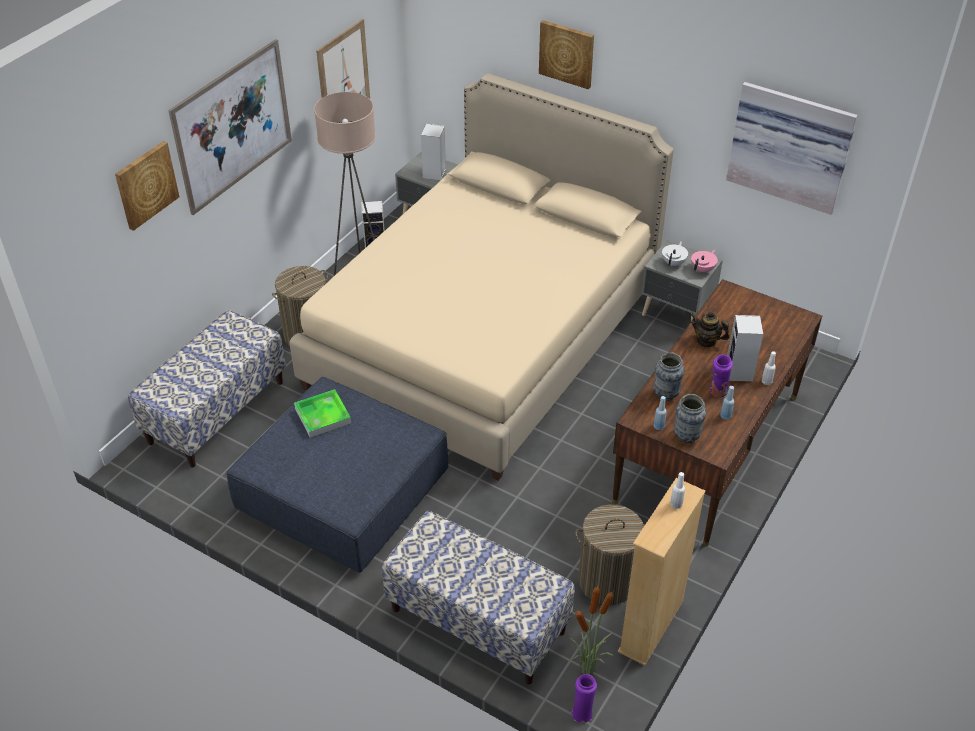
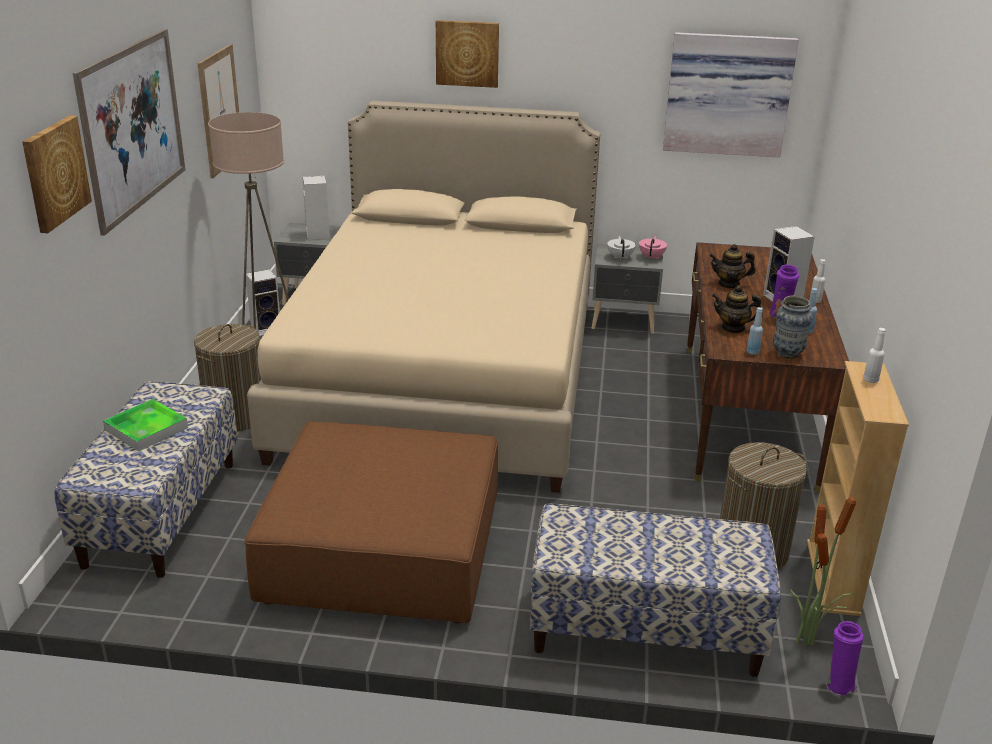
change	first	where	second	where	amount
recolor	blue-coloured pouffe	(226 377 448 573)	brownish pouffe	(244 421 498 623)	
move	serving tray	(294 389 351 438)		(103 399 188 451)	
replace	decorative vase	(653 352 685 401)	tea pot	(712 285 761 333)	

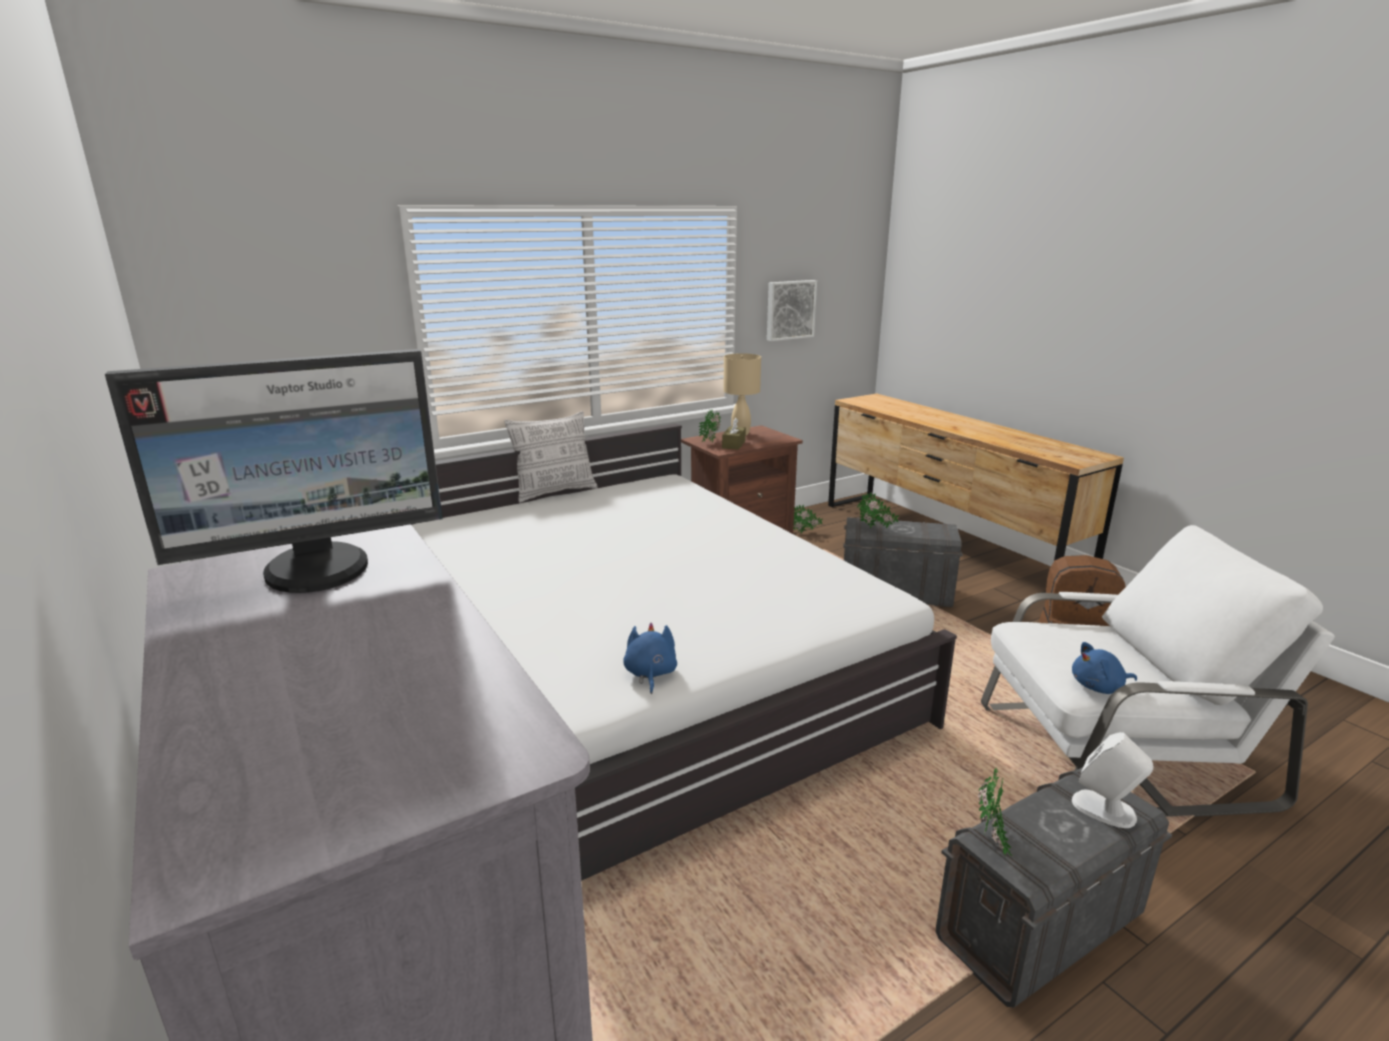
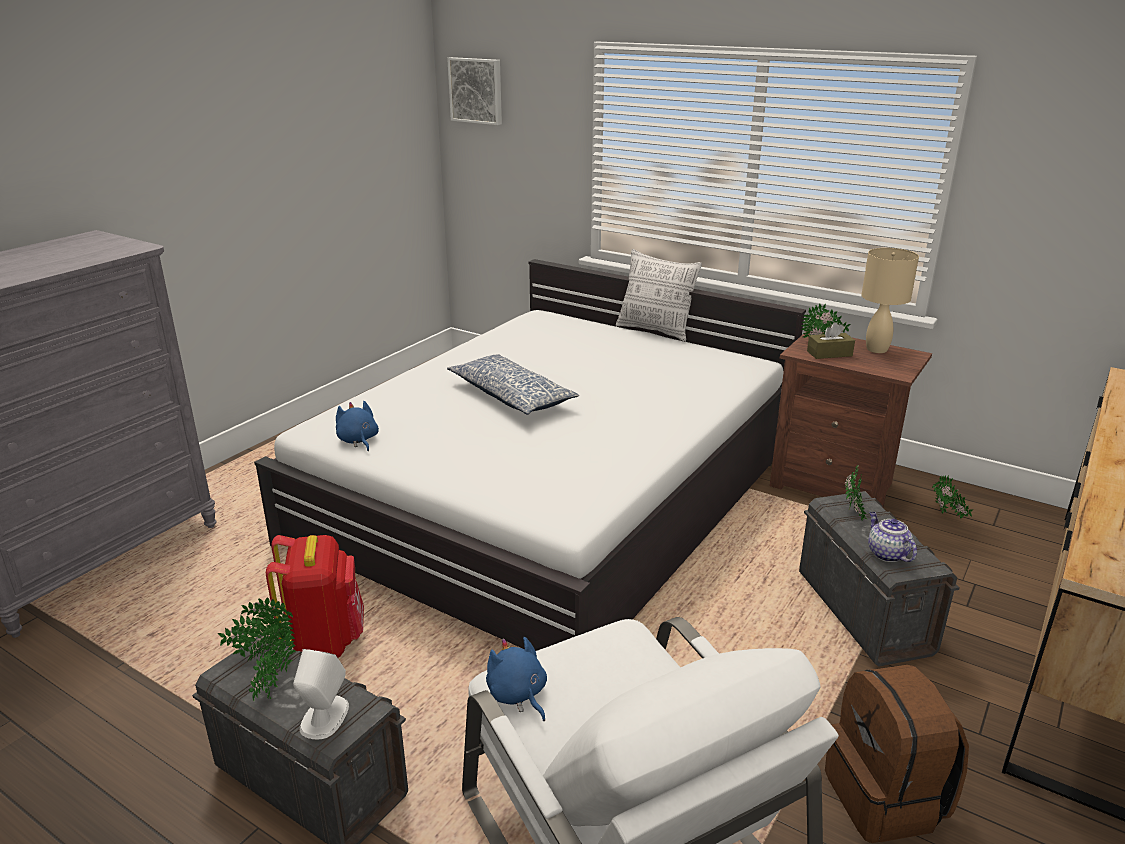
change	first	where	second	where	amount
delete	computer screen	(105 349 443 593)			
rotate	blue-coloured cuddly toy	(623 623 677 694)		(336 401 379 451)	90 degrees counterclockwise
move	wall picture	(767 280 817 341)		(447 57 502 125)	
insert			potted plant	(248 622 296 702)	
insert			red backpack	(266 535 364 658)	
insert			cushion	(447 354 579 415)	
insert			tea pot	(868 512 917 562)	

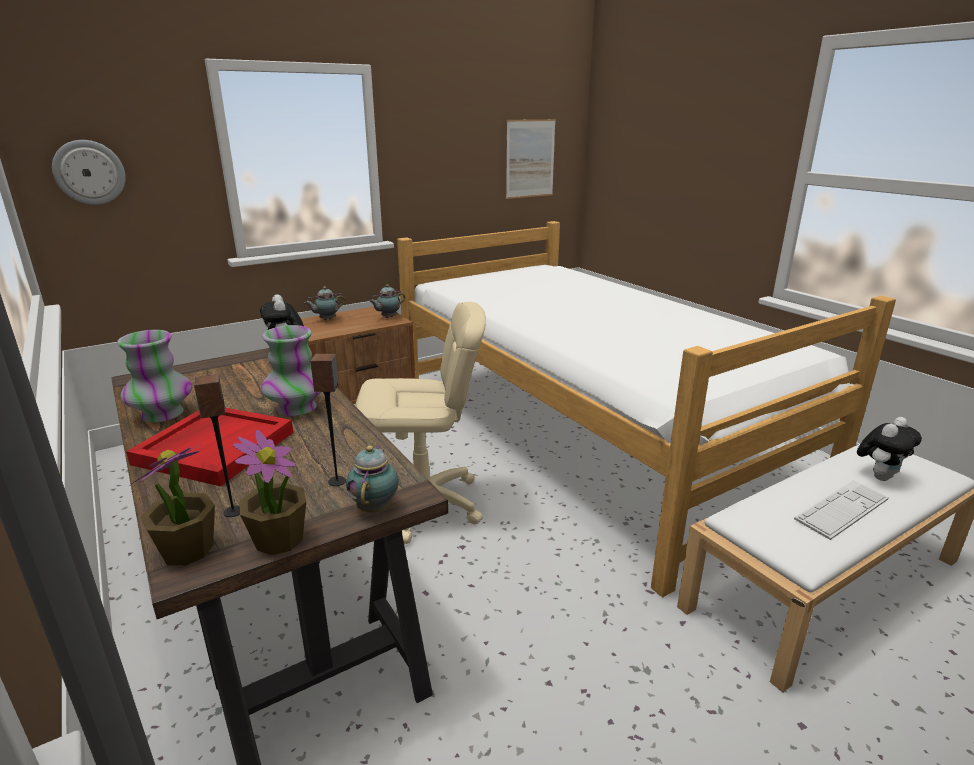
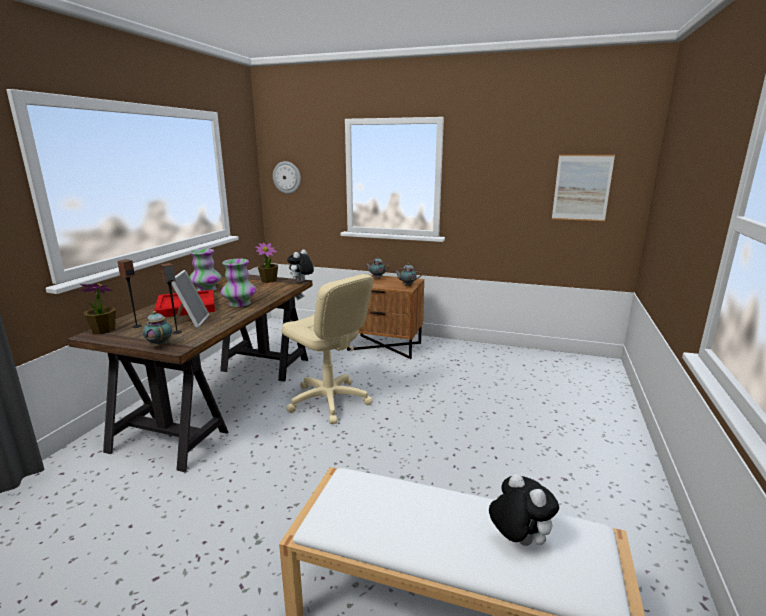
change	first	where	second	where	amount
move	potted plant	(233 430 306 555)		(255 243 278 283)	
rotate	tea pot	(346 446 399 513)		(143 311 172 348)	90 degrees counterclockwise
delete	bed	(397 221 896 598)			
delete	keyboard	(794 480 889 540)			
rotate	cuddly toy	(857 417 922 481)		(489 473 559 546)	135 degrees counterclockwise
insert			picture frame	(171 270 209 328)	

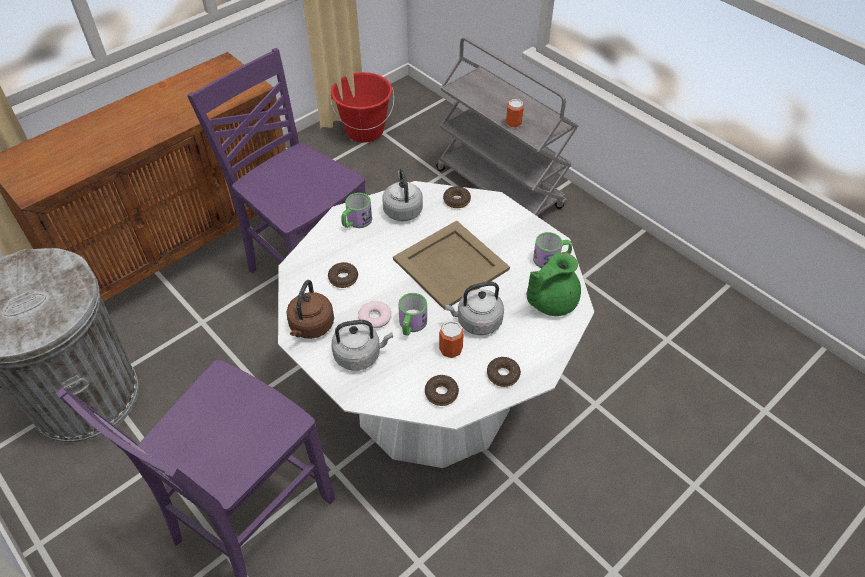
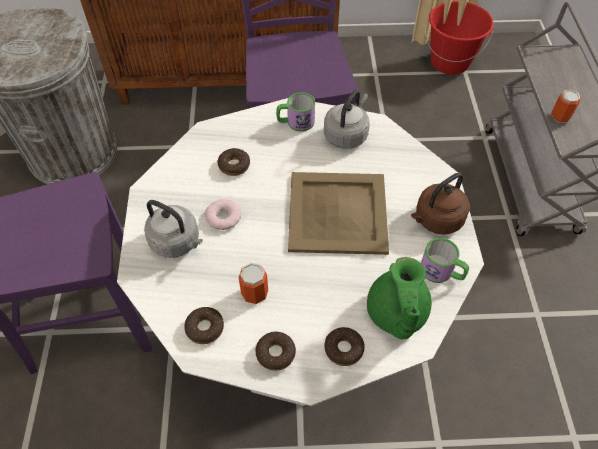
change	first	where	second	where	amount
move	brownish tea kettle	(286 280 334 339)		(411 173 469 235)	
delete	mug	(398 293 427 336)			
move	doughnut	(443 186 471 208)		(324 327 365 366)	
delete	gray tea kettle	(445 282 504 335)			
rotate	green-coloured tea pot	(527 252 581 316)		(367 257 432 339)	90 degrees counterclockwise

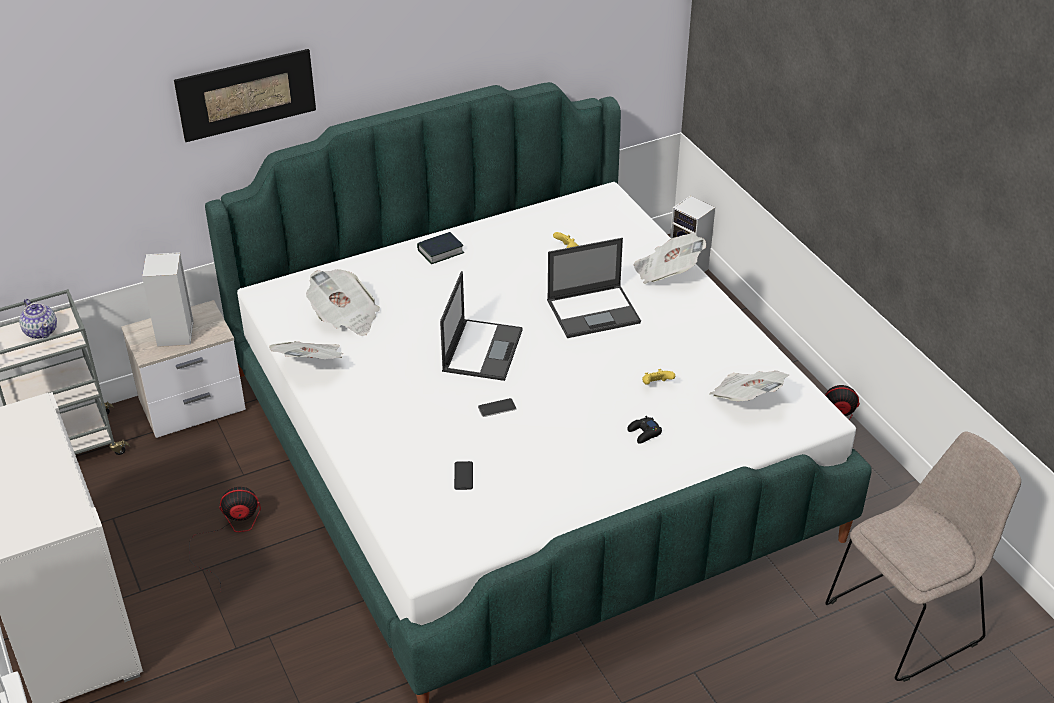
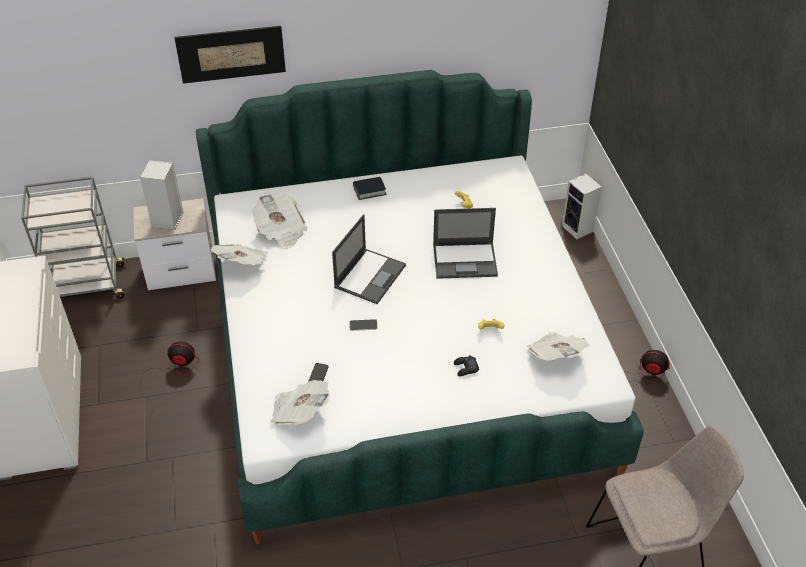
change	first	where	second	where	amount
delete	tea pot	(19 299 57 339)			
move	daily paper	(634 233 706 284)		(271 380 330 425)	

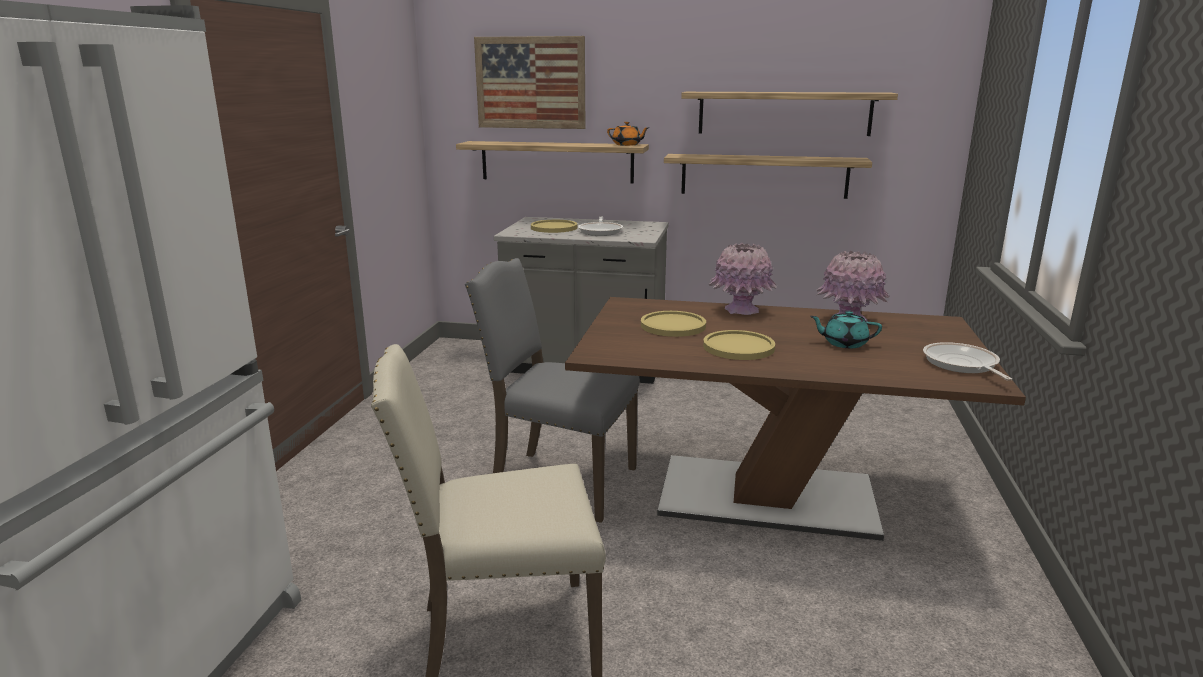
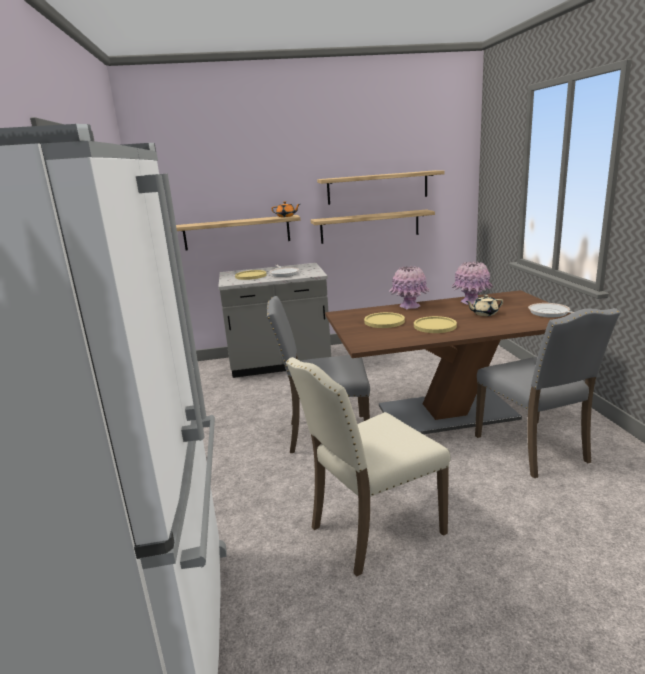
change	first	where	second	where	amount
delete	wall picture	(474 36 585 129)			
recolor	blue-green tea pot	(810 311 882 348)	sand-coloured tea pot	(465 295 503 316)	
insert			gray plain chair	(475 308 621 478)	

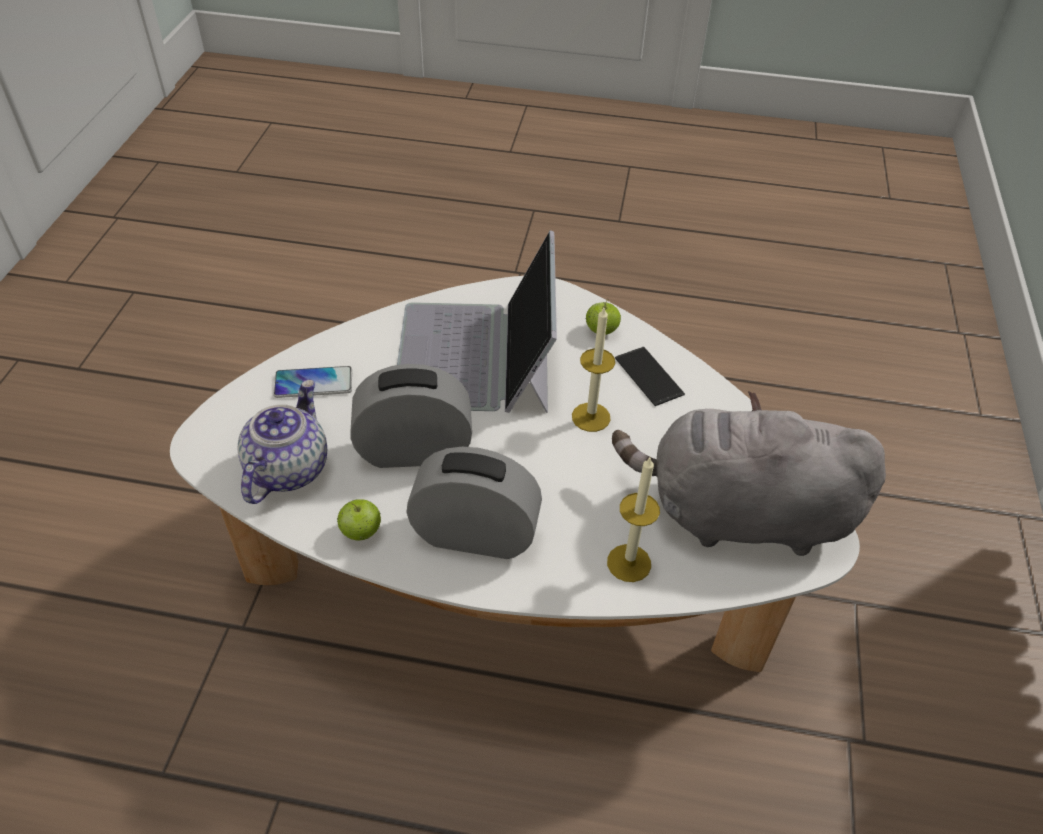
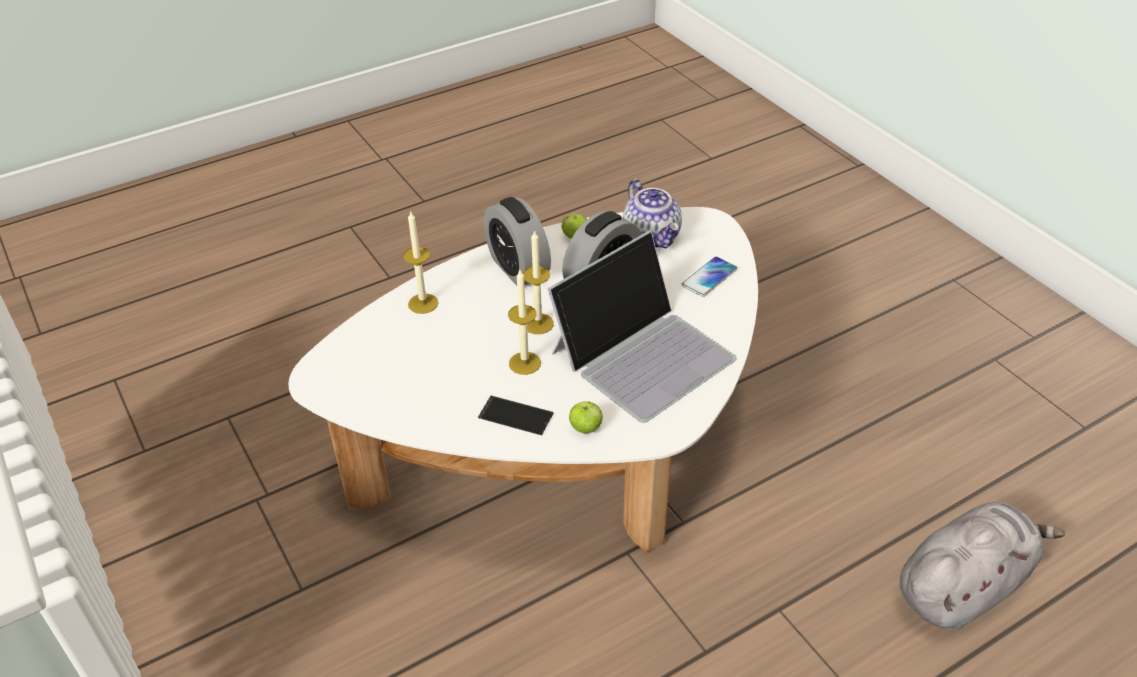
change	first	where	second	where	amount
rotate	portable computer	(397 230 557 413)		(547 231 736 423)	90 degrees clockwise
rotate	bedside clock	(406 447 542 559)		(484 197 551 286)	90 degrees clockwise
move	gray cuddly toy	(612 391 886 556)		(900 502 1065 629)	
insert			candle	(523 230 554 334)	

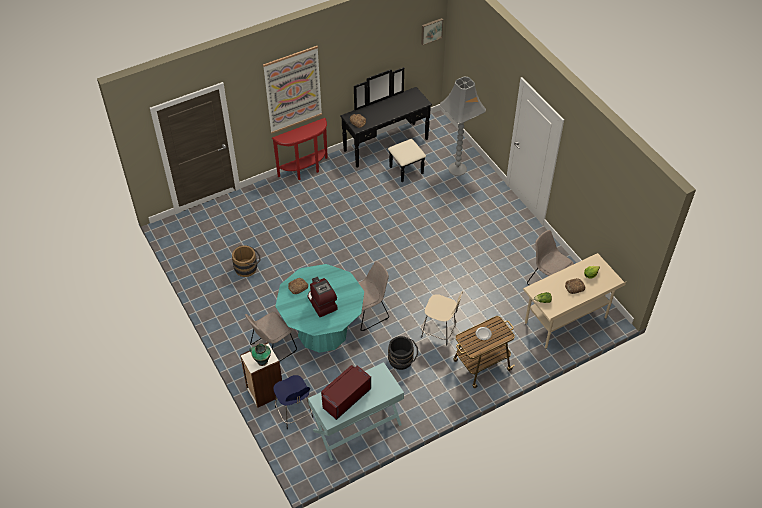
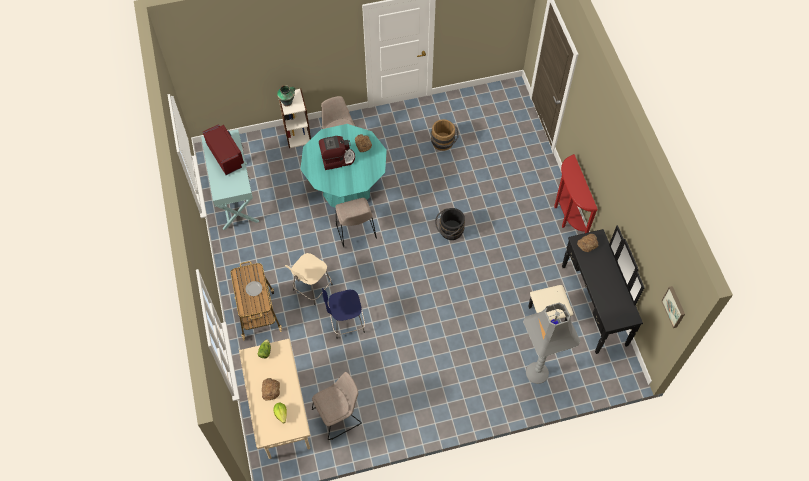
change	first	where	second	where	amount
delete	wall picture	(263 46 322 133)			
move	blue-coloured stool seat	(273 375 313 429)		(322 288 365 339)	
move	blackish water bucket	(388 336 418 370)		(435 208 465 240)	

